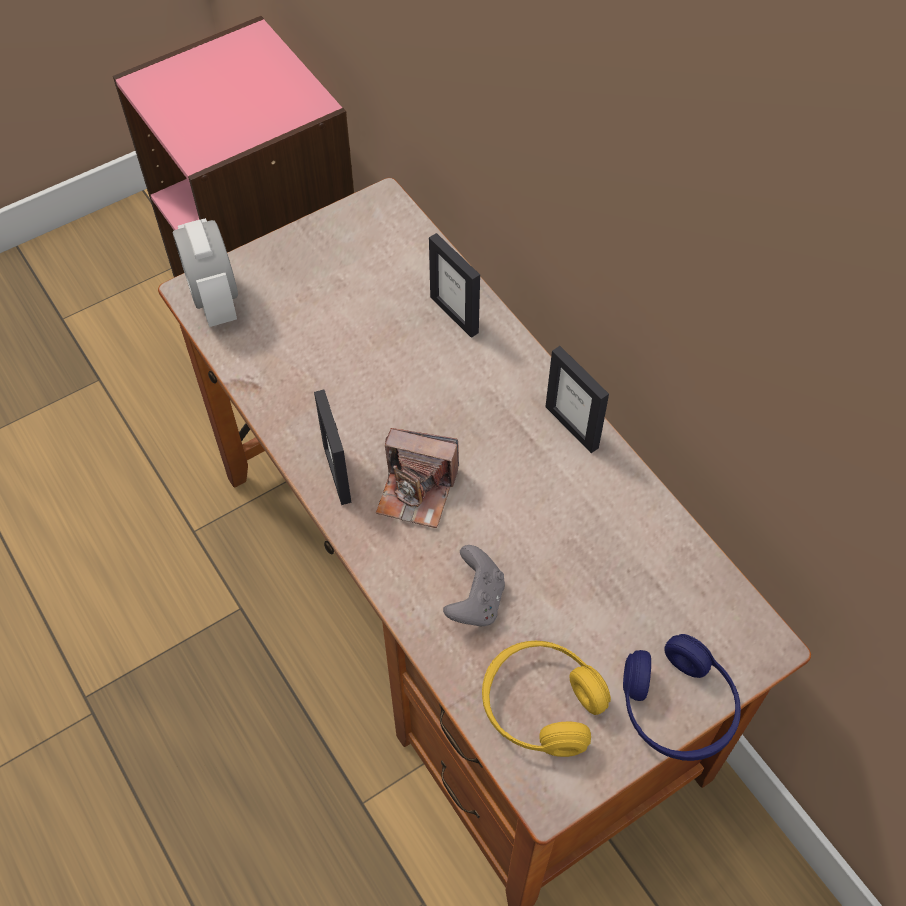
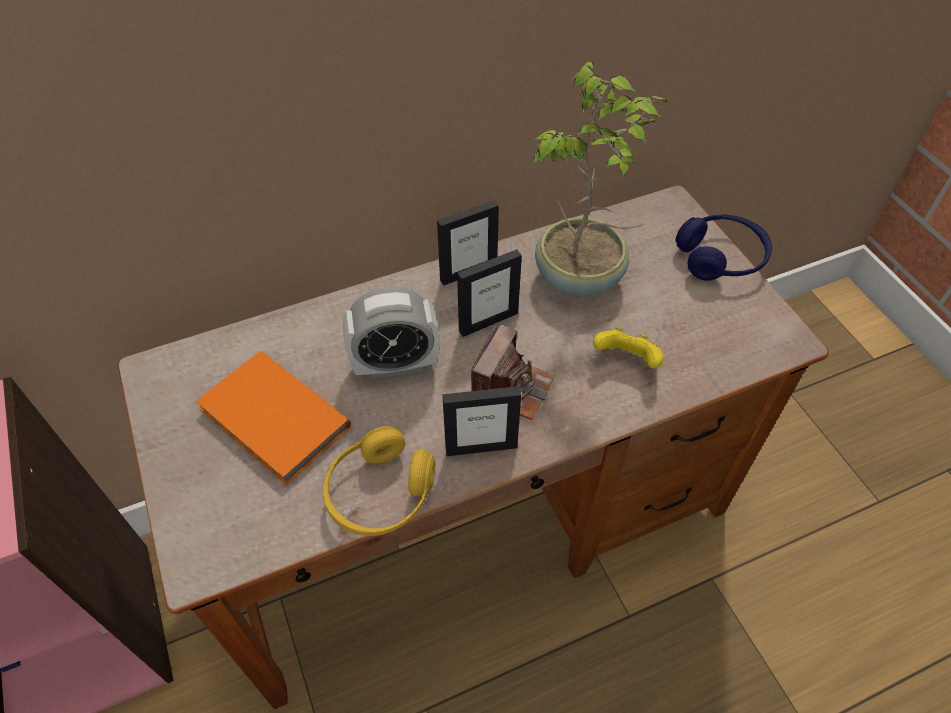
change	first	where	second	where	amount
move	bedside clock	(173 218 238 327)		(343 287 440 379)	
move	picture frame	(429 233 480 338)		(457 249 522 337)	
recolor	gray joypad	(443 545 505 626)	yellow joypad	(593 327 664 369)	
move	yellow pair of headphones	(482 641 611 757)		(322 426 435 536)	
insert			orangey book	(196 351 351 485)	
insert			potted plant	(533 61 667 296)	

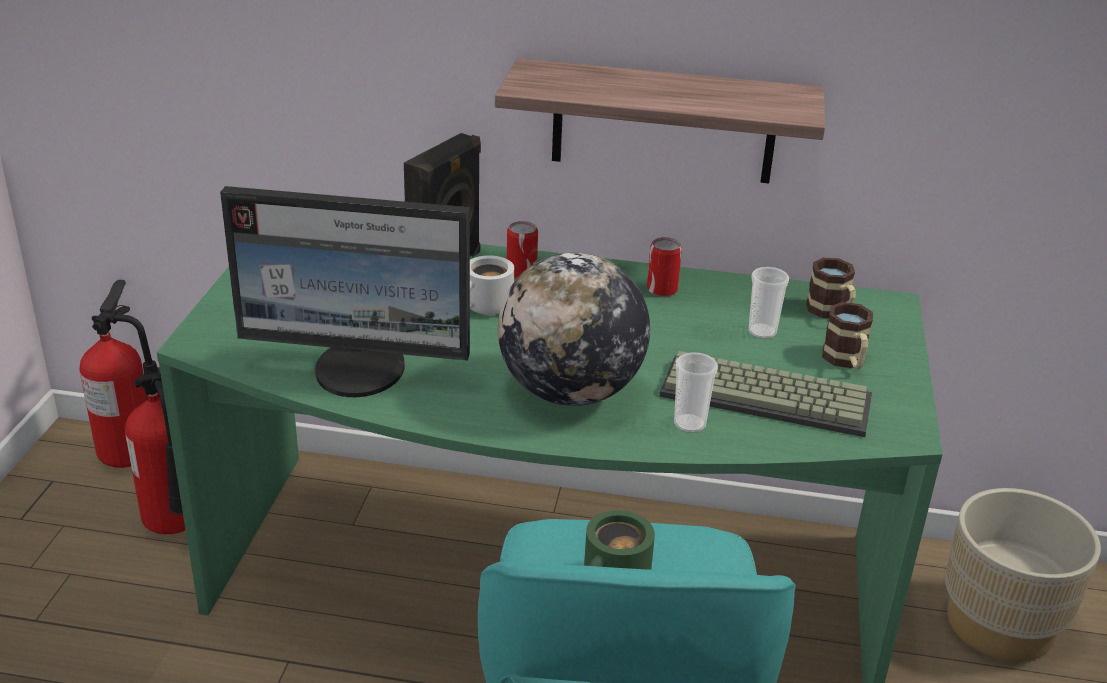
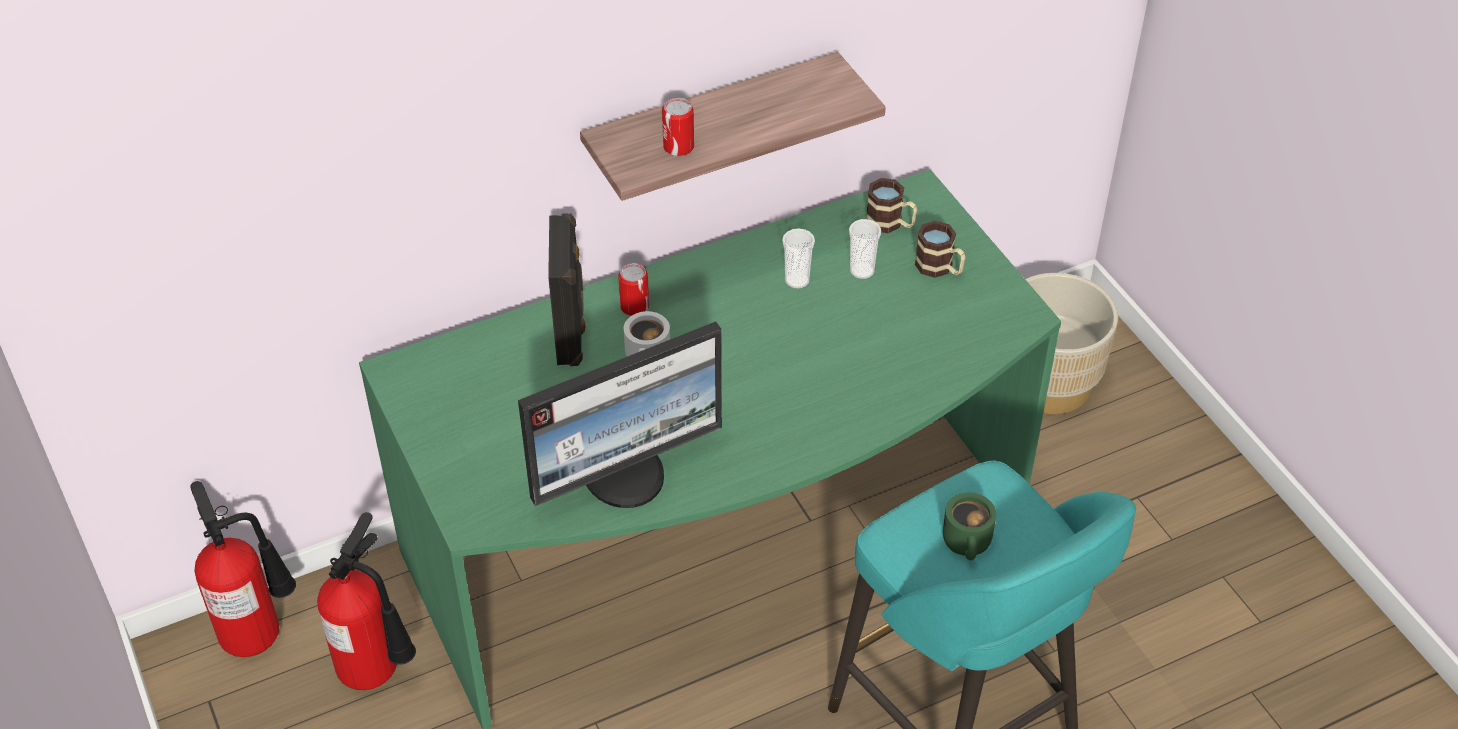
change	first	where	second	where	amount
delete	desk globe	(498 253 650 406)			
move	sealed can	(647 237 682 297)		(662 98 694 156)	
delete	keyboard	(659 351 872 437)			
move	cup	(674 352 718 433)		(782 229 815 289)	

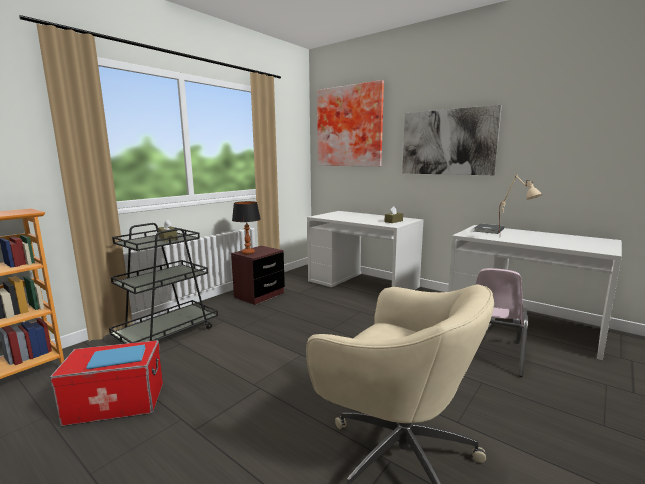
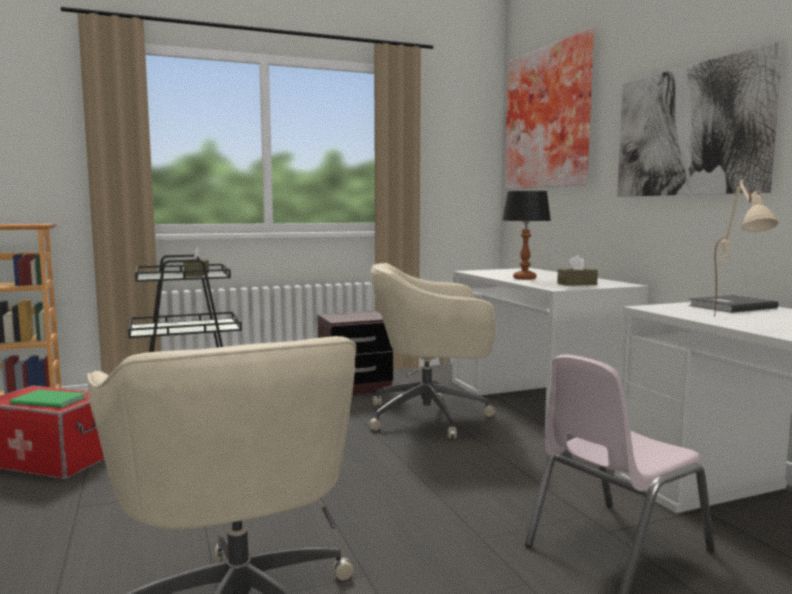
change	first	where	second	where	amount
recolor	blue-coloured book	(86 344 146 369)	green-coloured book	(10 390 87 408)	
move	lamp for a table	(232 201 261 255)		(502 191 551 280)	
insert			sand-coloured desk chair	(369 263 495 438)	

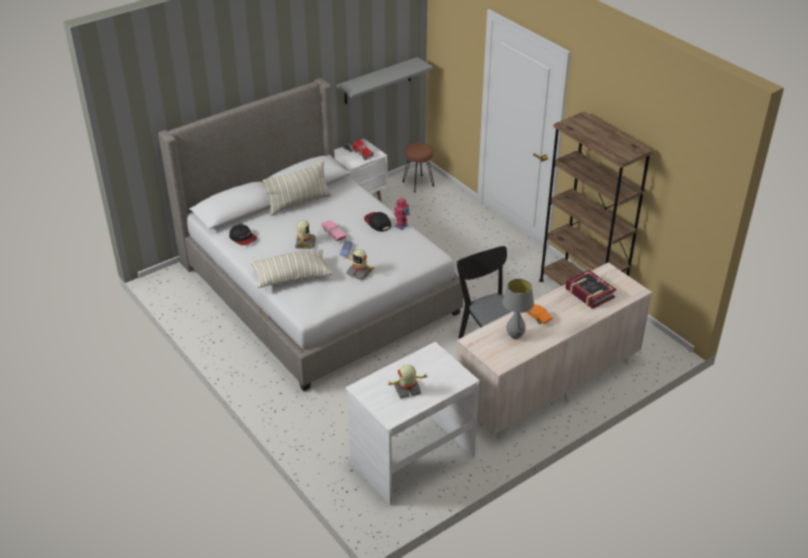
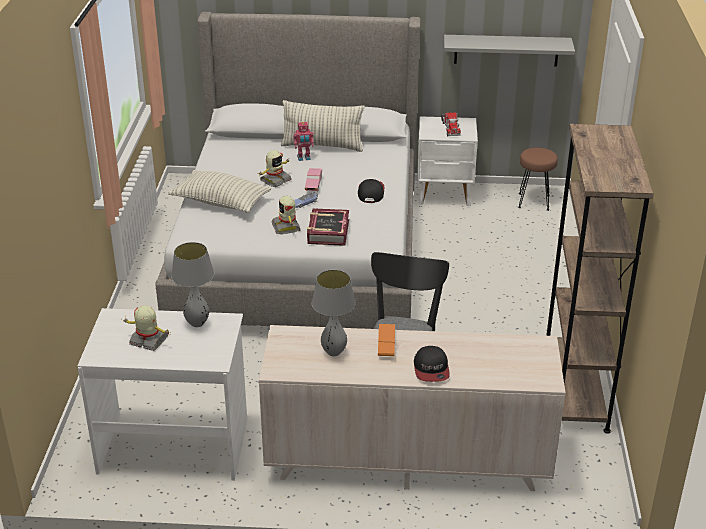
change	first	where	second	where	amount
move	cap	(229 224 257 245)		(414 346 450 382)	
move	toy robot	(394 198 410 230)		(293 122 314 161)	
move	book	(565 270 616 309)		(307 208 349 246)	
insert			gray lamp for a table	(171 242 214 327)	

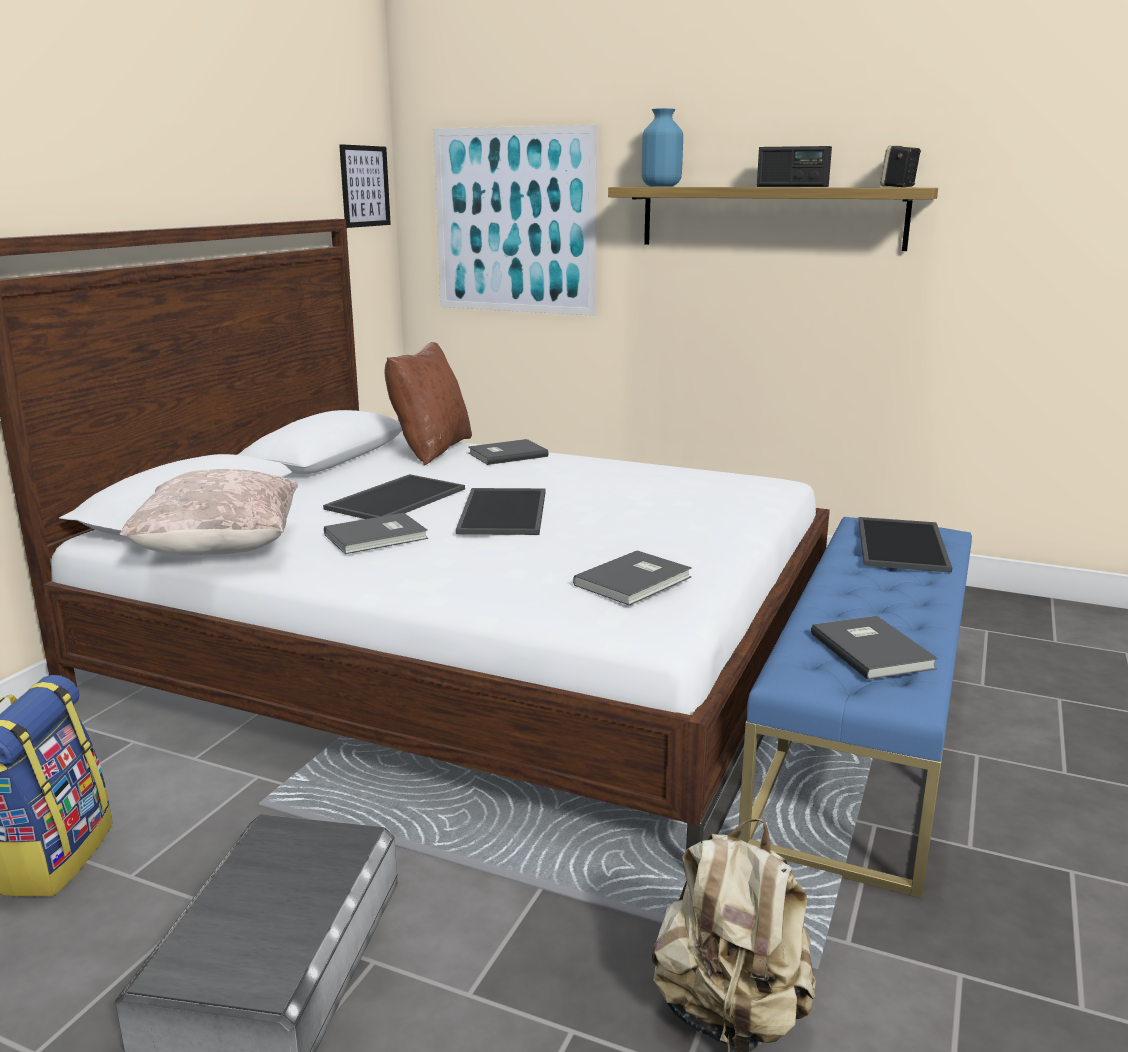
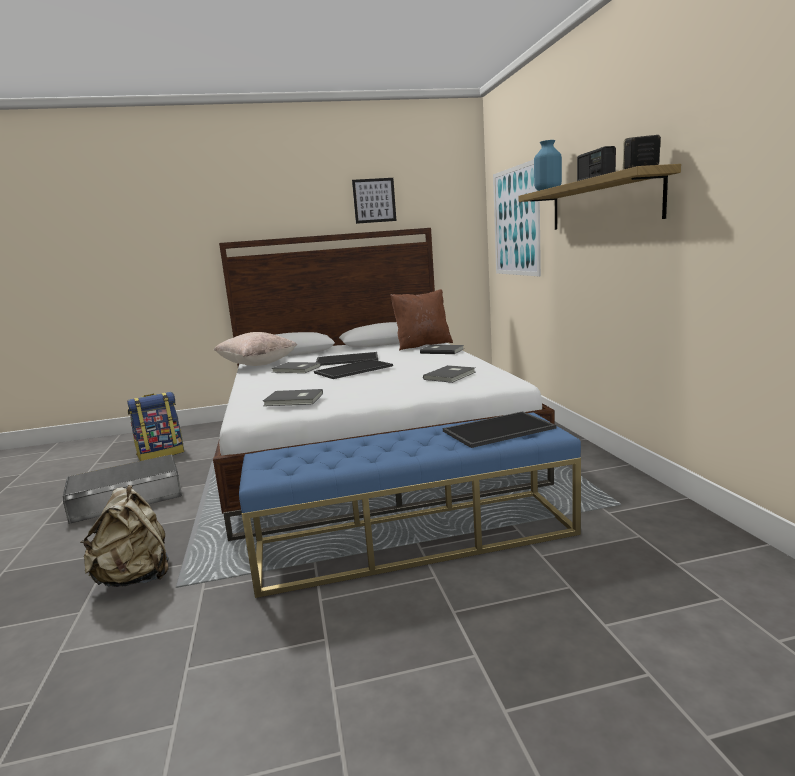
change	first	where	second	where	amount
move	wall picture	(339 144 391 228)		(352 178 396 224)	
move	gray book	(811 616 938 680)		(423 365 476 383)	

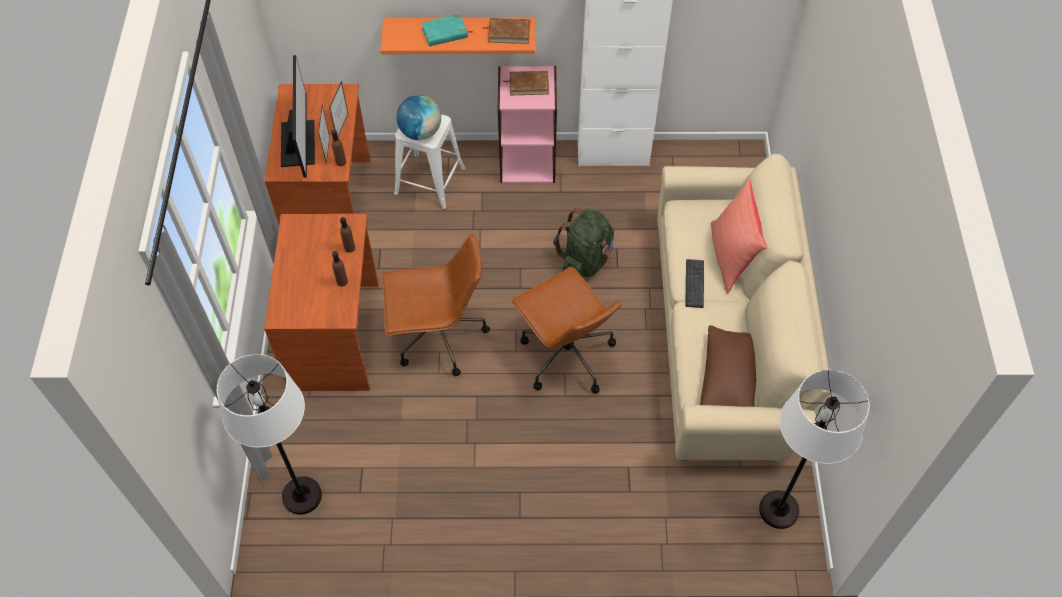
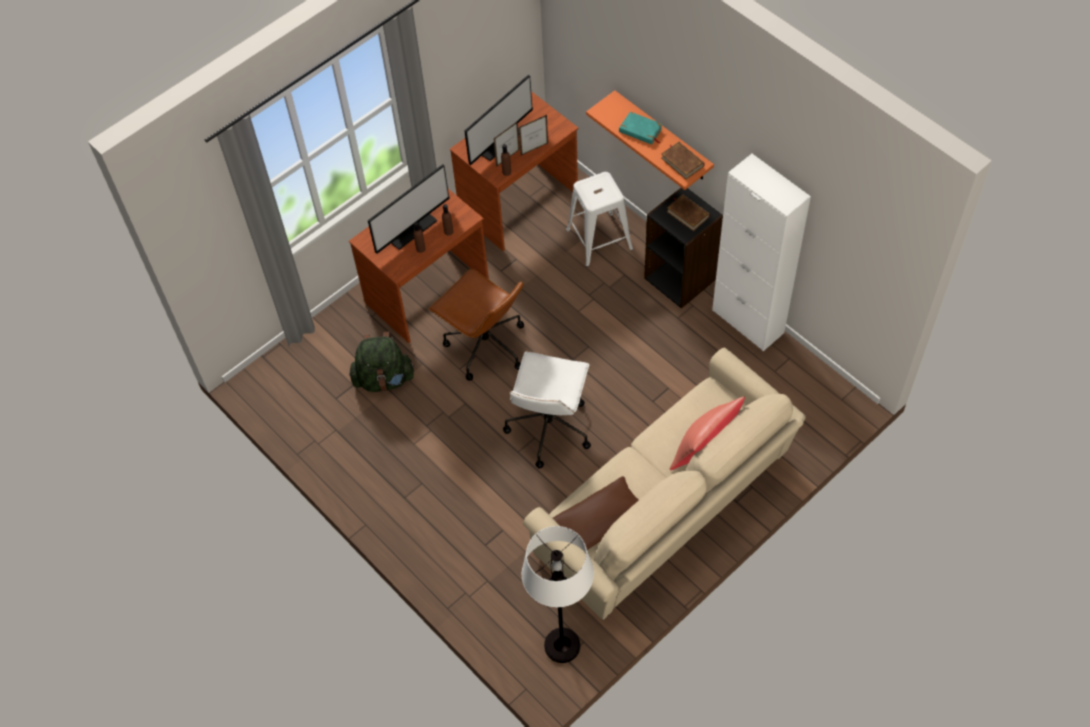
change	first	where	second	where	amount
delete	white standing lamp	(217 354 322 515)			
delete	desk globe	(396 95 441 140)			
recolor	pinkish shelving unit	(497 66 557 183)	blackish shelving unit	(644 188 723 309)	
recolor	brownish desk chair	(511 267 621 394)	white desk chair	(503 352 591 468)	
move	green-coloured backpack	(553 208 614 278)		(349 331 415 392)	
delete	keyboard	(685 259 704 308)			
insert			computer screen	(368 164 450 254)	

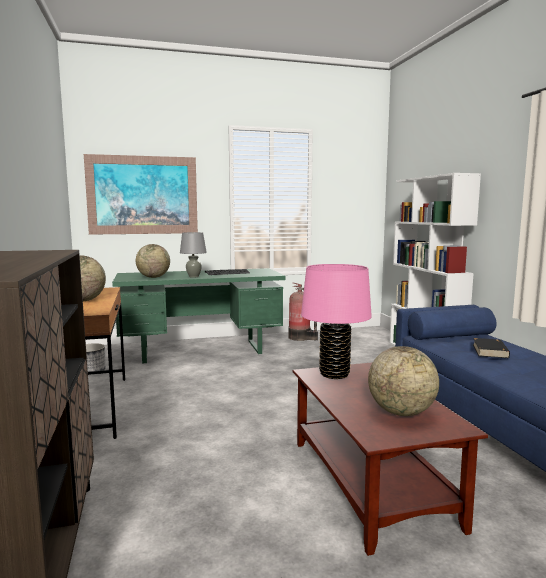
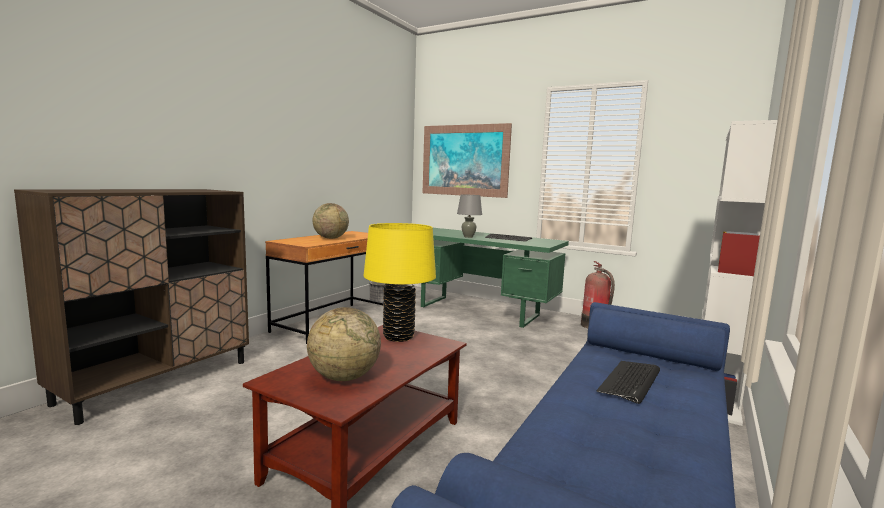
change	first	where	second	where	amount
delete	desk globe	(136 244 170 278)			
recolor	pinkish lamp for a table	(301 264 372 379)	yellow lamp for a table	(363 223 436 342)	
replace	blackish book	(473 338 510 358)	keyboard	(596 361 660 404)	

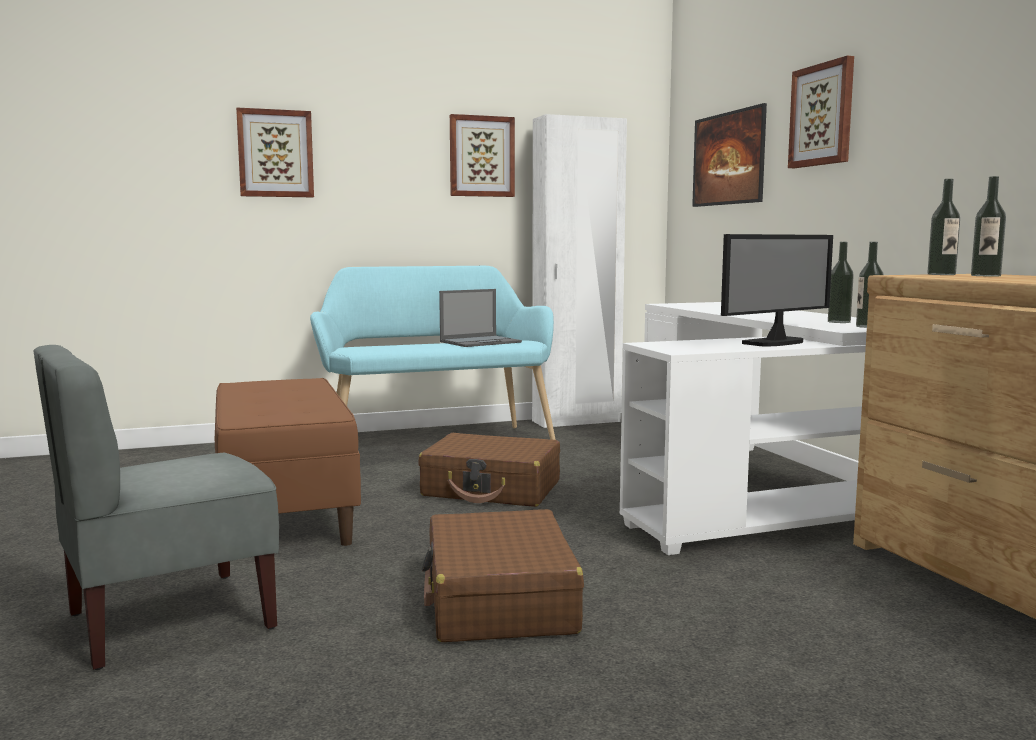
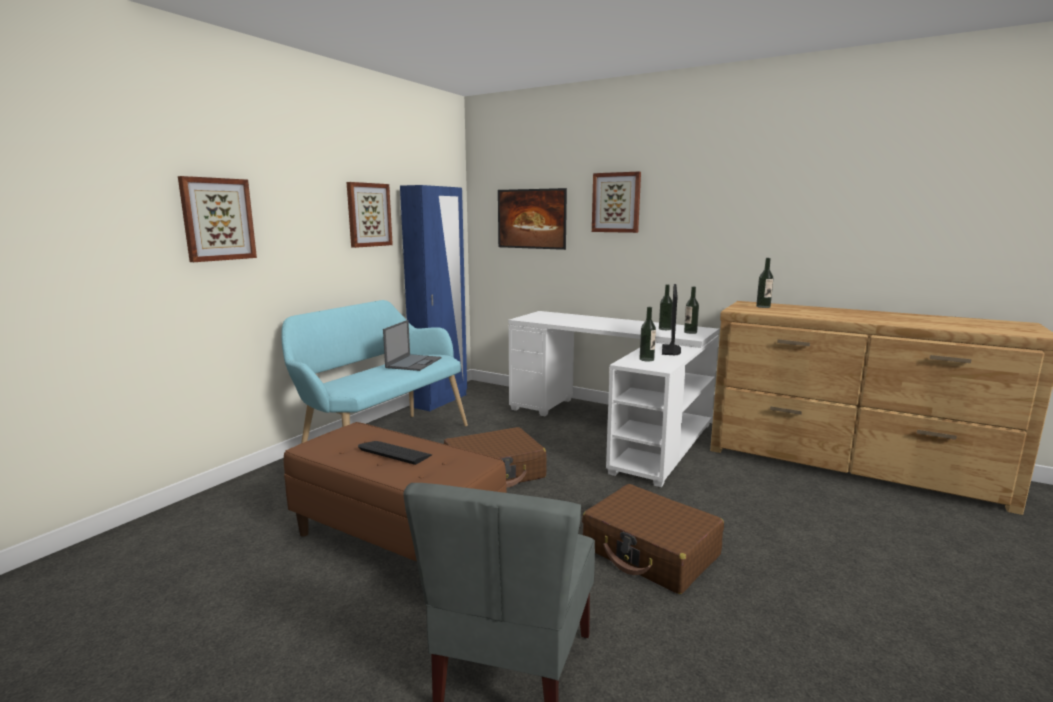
change	first	where	second	where	amount
recolor	white clothes cupboard	(532 114 627 428)	blue-coloured clothes cupboard	(400 185 467 411)	
move	bottle	(927 179 960 275)		(639 307 656 361)	
insert			keyboard	(358 441 432 465)	

